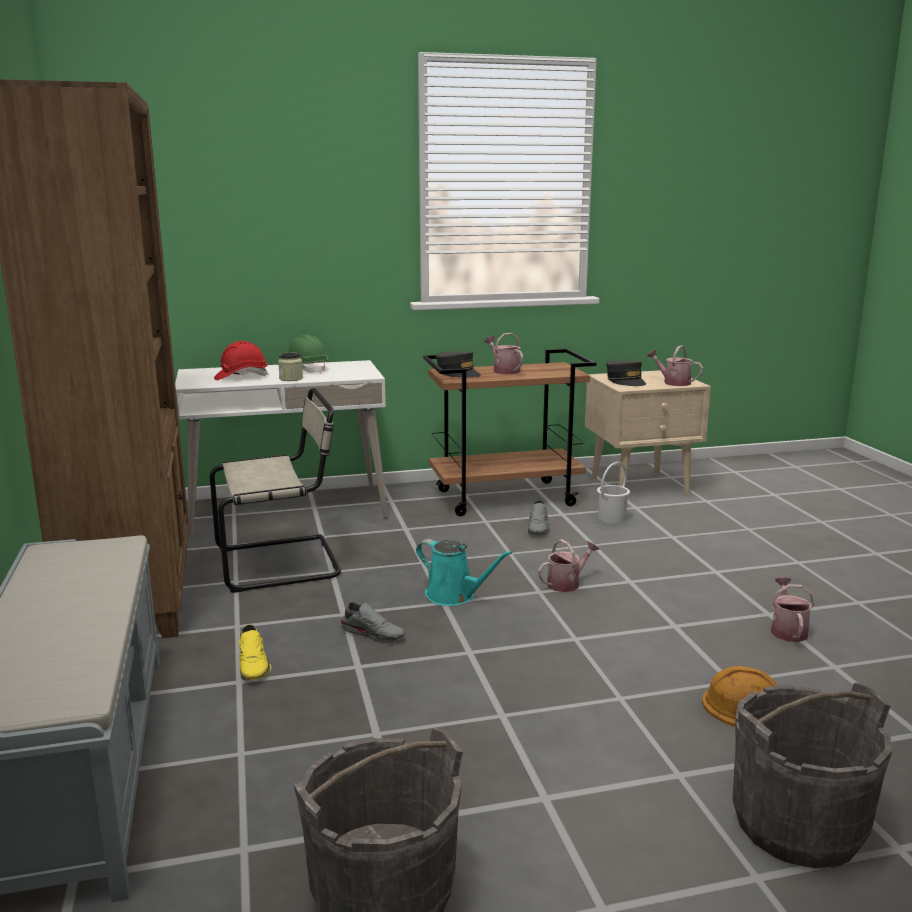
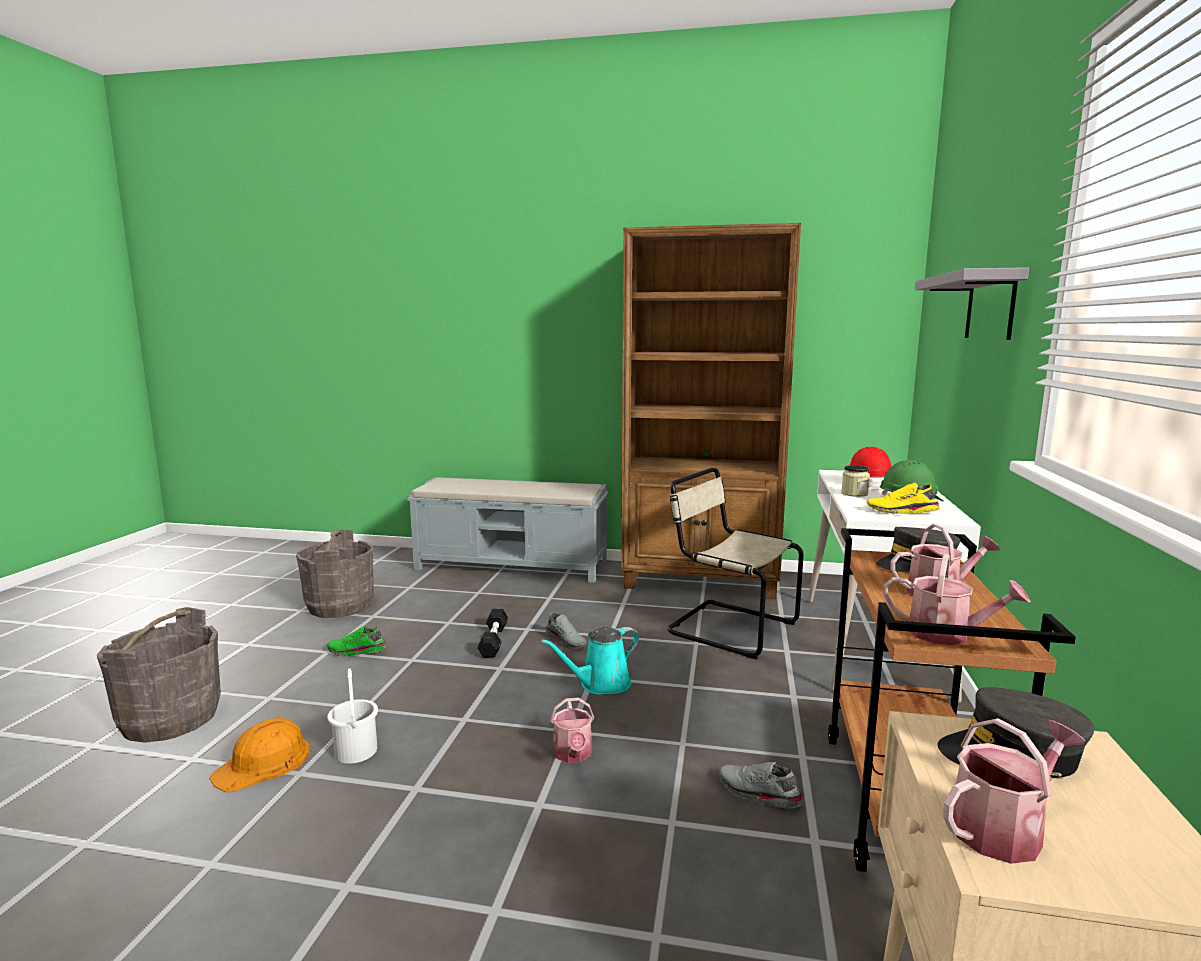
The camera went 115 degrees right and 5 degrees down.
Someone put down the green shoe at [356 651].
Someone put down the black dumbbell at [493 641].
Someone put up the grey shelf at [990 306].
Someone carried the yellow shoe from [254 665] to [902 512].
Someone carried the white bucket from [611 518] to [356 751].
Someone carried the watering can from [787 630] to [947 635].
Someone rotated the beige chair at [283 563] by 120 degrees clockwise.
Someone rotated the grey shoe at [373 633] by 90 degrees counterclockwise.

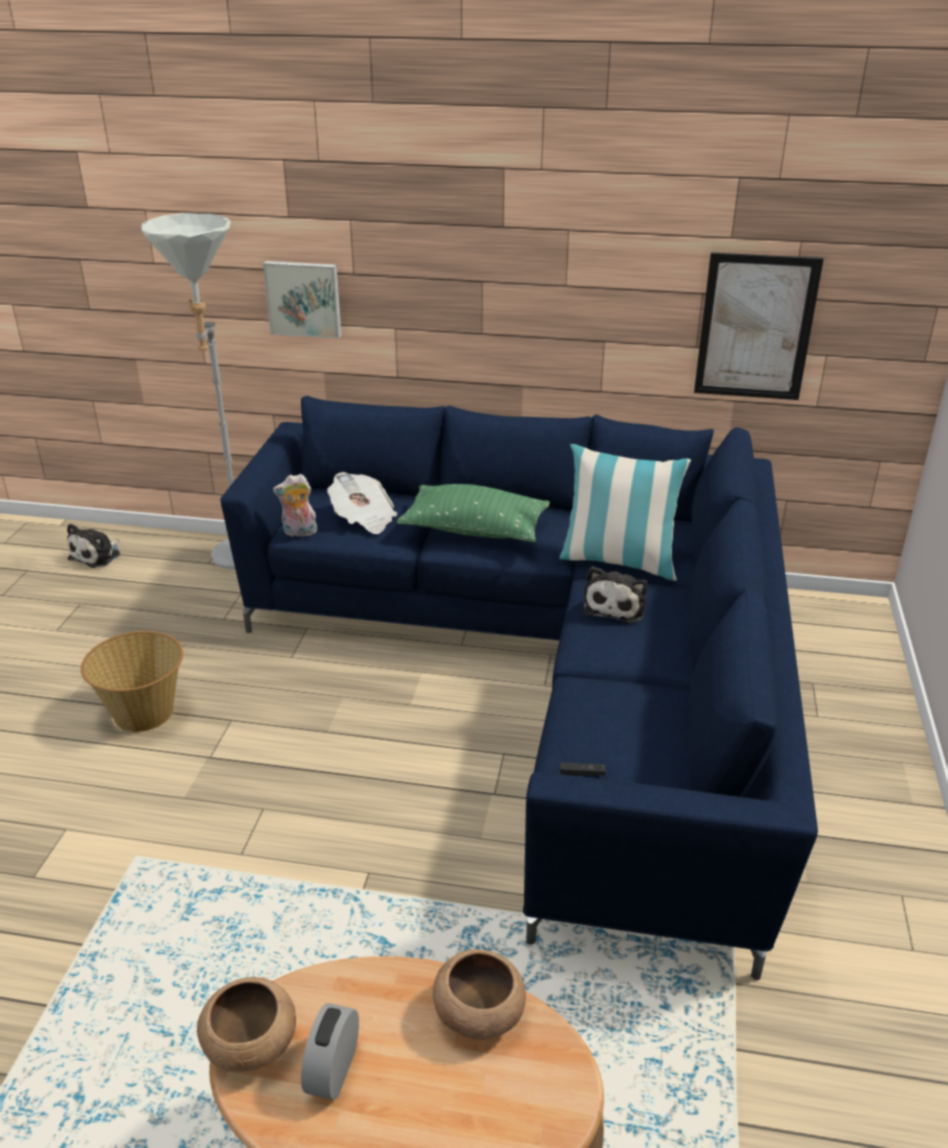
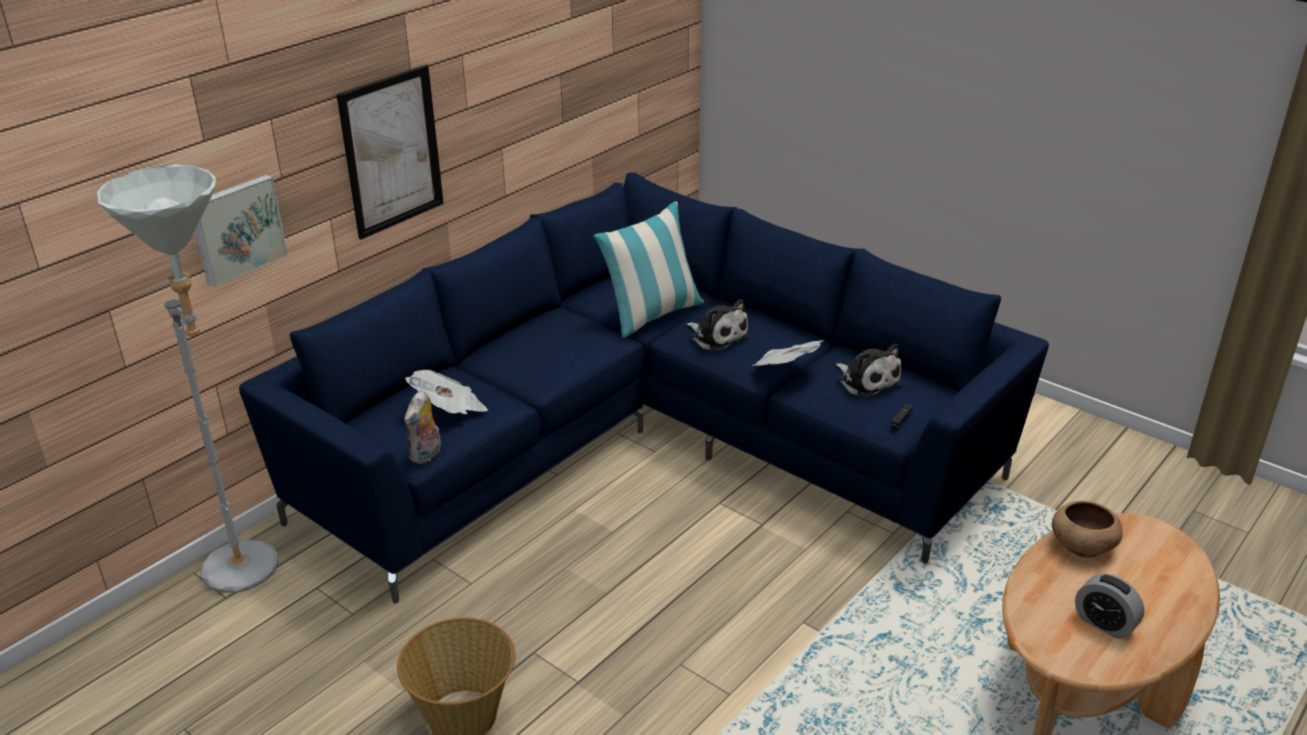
The camera went 60 degrees left and 0 degrees up.
Someone took away the brown bowl at [251 1045].
Someone took away the green pillow at [474 530].
Someone put down the newspaper at [786 369].
Someone carried the plush toy from [97 555] to [867 381].
Someone carried the picture from [755 327] to [392 152].

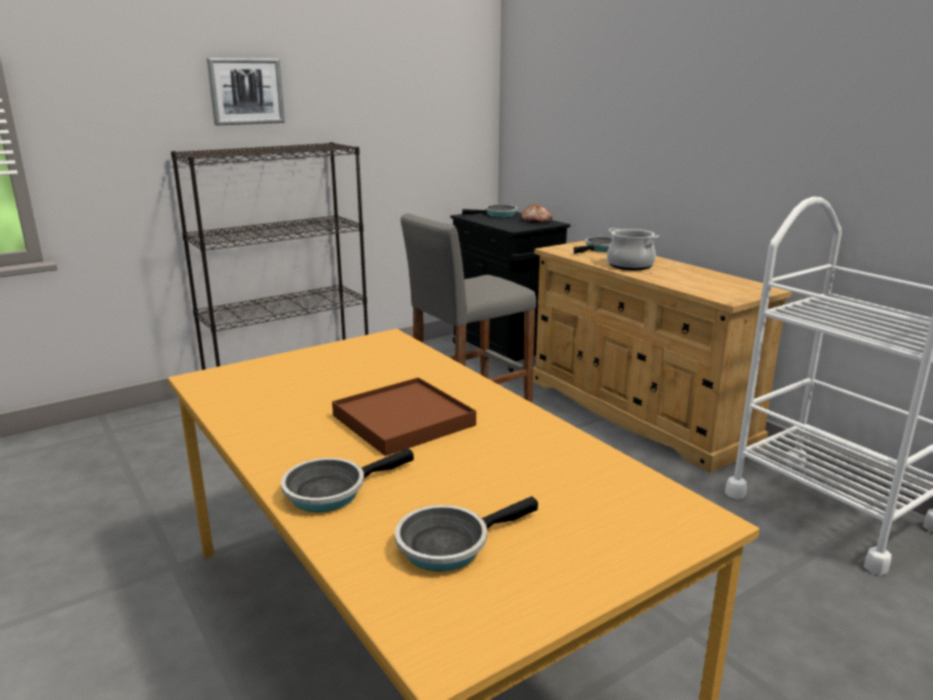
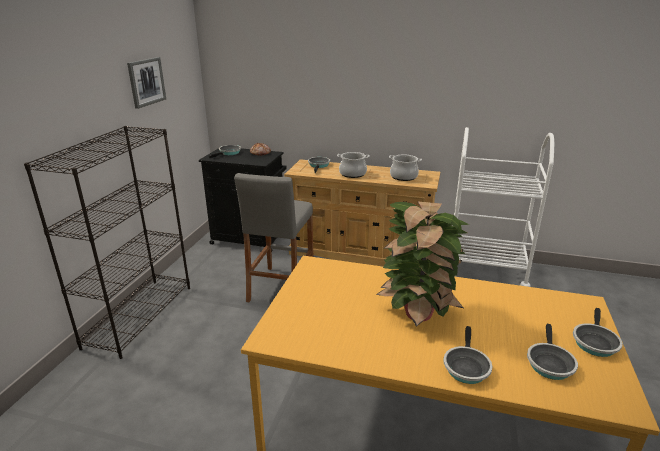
The camera went 40 degrees left and 5 degrees up.
Someone put down the cooking pot at [403 177].
Someone put down the frying pan at [594 342].
Someone carried the picture from [246 91] to [146 82].
Someone swapped the brown tray at [404 420] for the potted plant at [418 311].

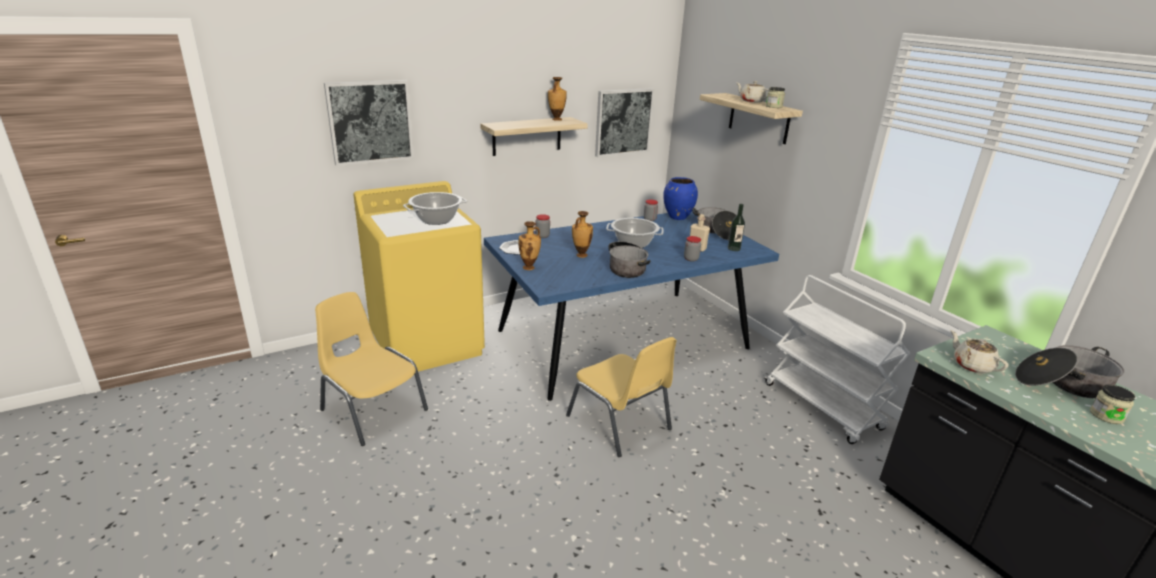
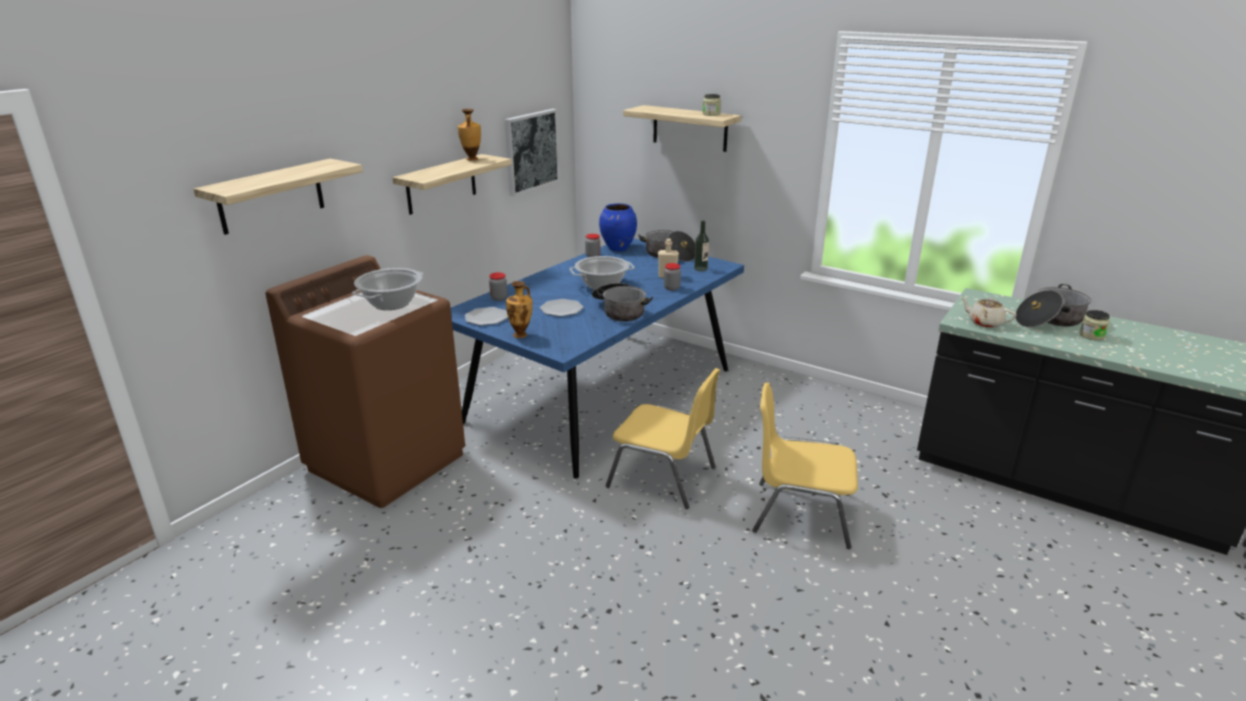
The camera went 25 degrees left and 0 degrees up.
Someone took away the beige teapot at [751 101].
Someone took away the white cart at [823 407].
Someone carried the yellow chair from [372 409] to [800 513].
Someone swapped the picture at [370 122] for the shelf at [271 196].
Someone swapped the vase at [581 255] for the plate at [561 309].
Someone repainted the yellow washing machine at [427 344], which became the brown washing machine at [387 461].

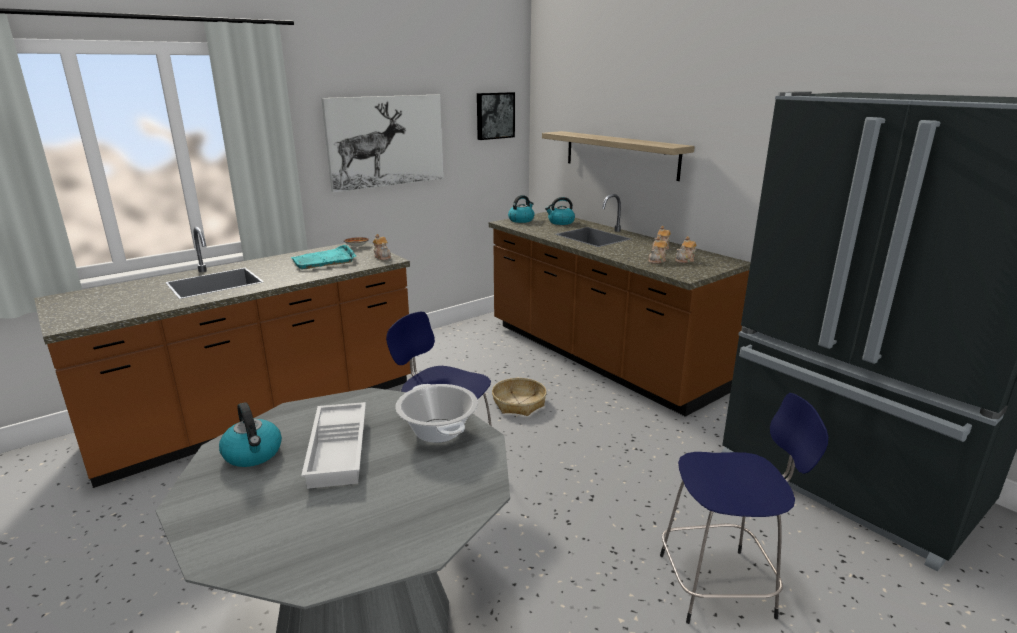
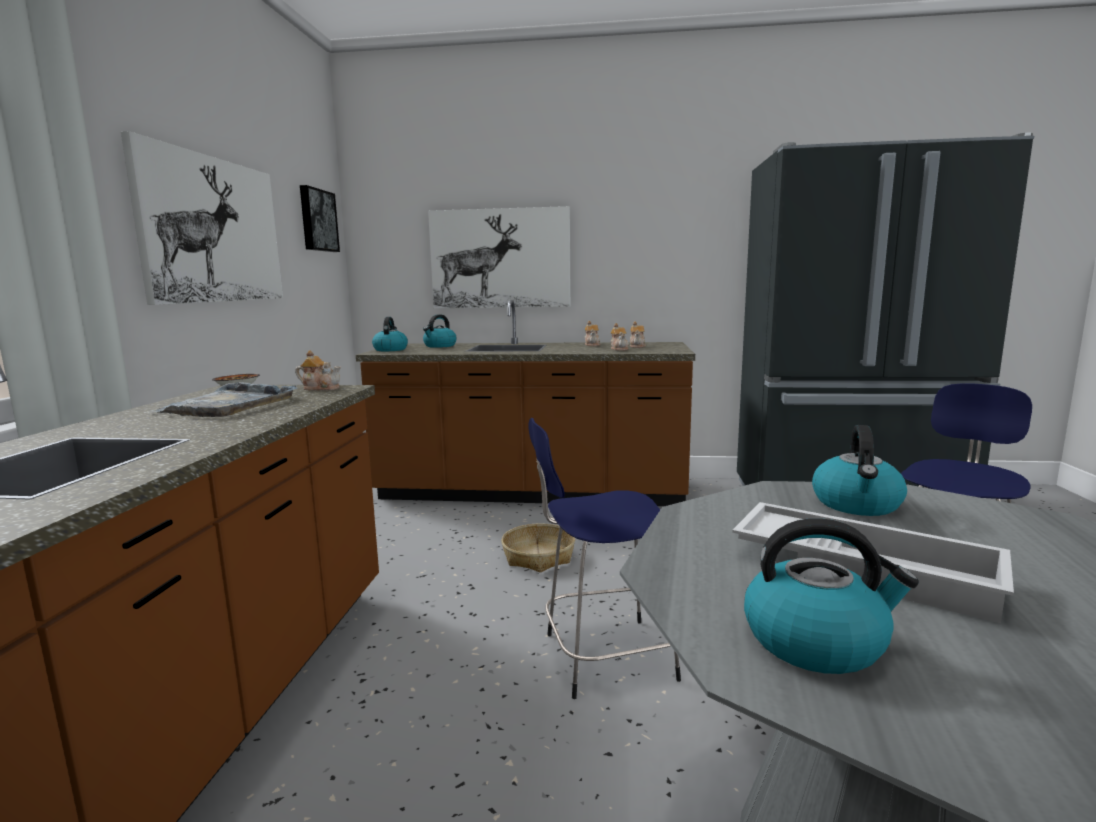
The camera went 45 degrees left and 10 degrees down.
Someone swapped the cooking pot at [438 431] for the kettle at [857 504].
Someone swapped the shelf at [620 154] for the picture at [500 259].
Someone repainted the turquoise tray at [324 260], which became the grey tray at [229 405].

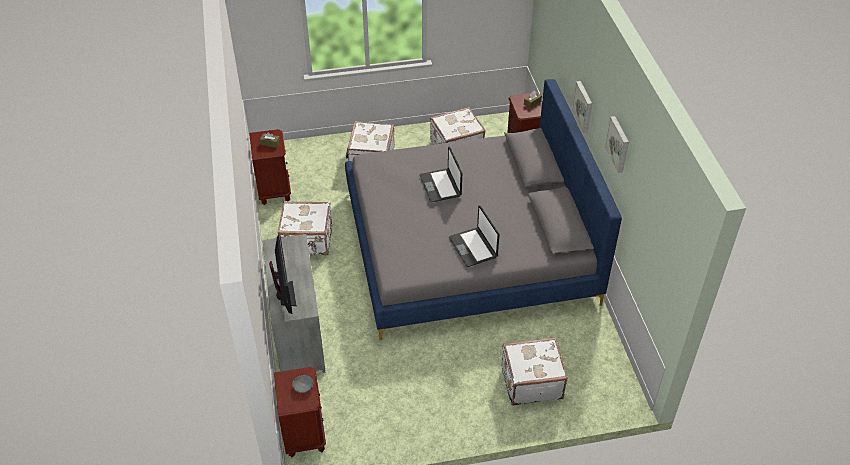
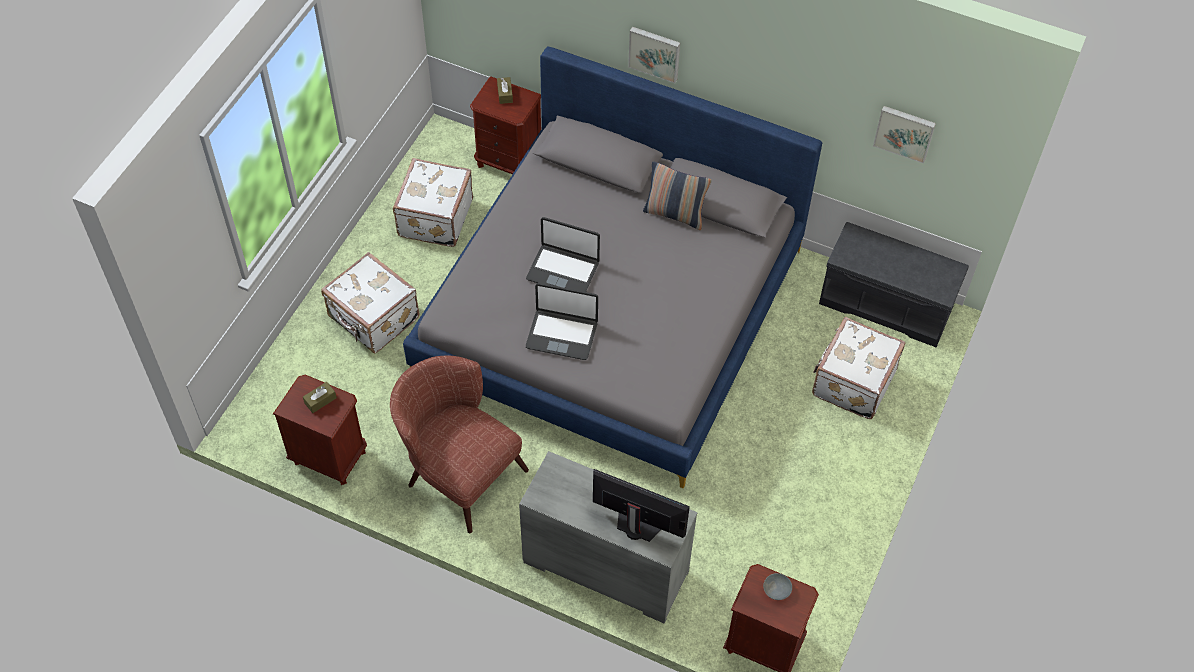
The camera went 55 degrees left and 10 degrees up.
Someone put down the pillow at [675 214].
Someone put down the grey bench at [887 304].
Someone carried the laptop from [473 247] to [562 334].
Someone carried the picture from [618 144] to [904 132].
Someone swapped the white suitcase at [307 241] for the brown armchair at [458 471].

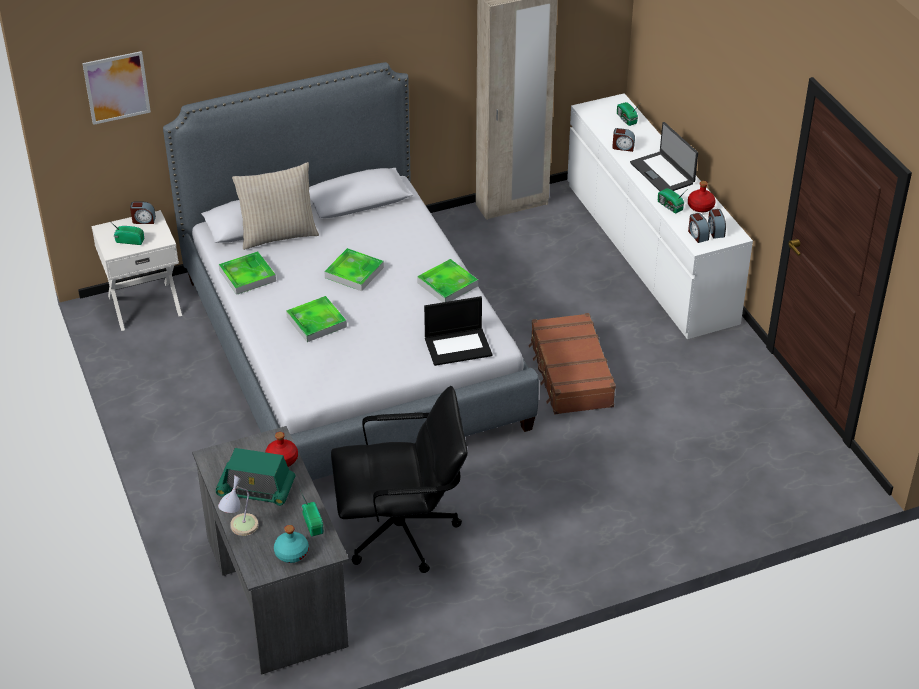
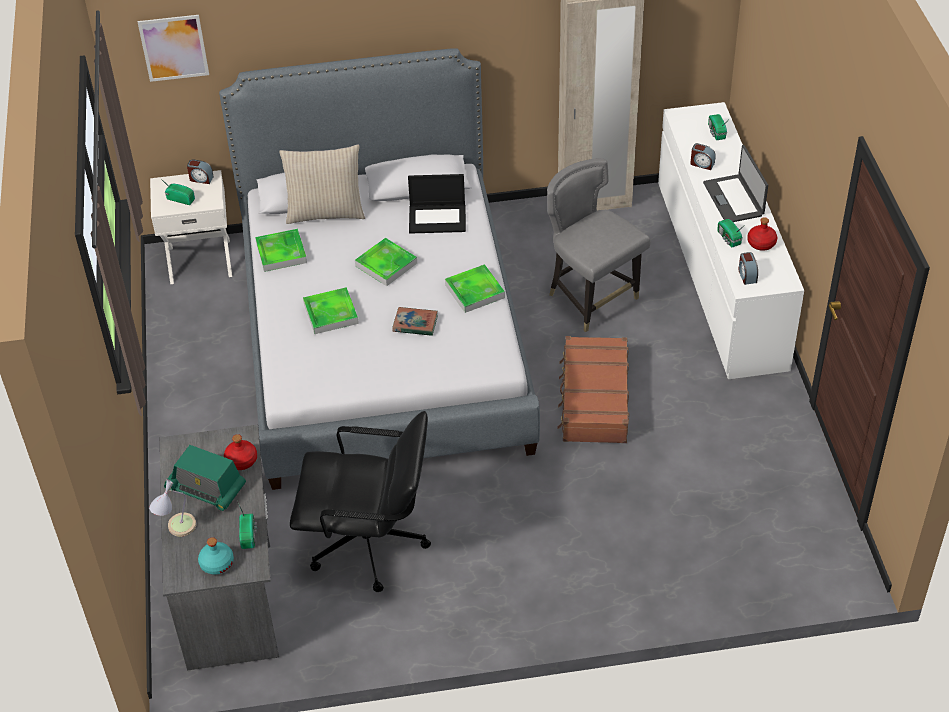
The camera went 15 degrees right and 5 degrees up.
Someone took away the alarm clock at [715 231].
Someone put down the book at [415 324].
Someone put down the grey chair at [592 299].
Someone carried the laptop from [458 346] to [438 218].

